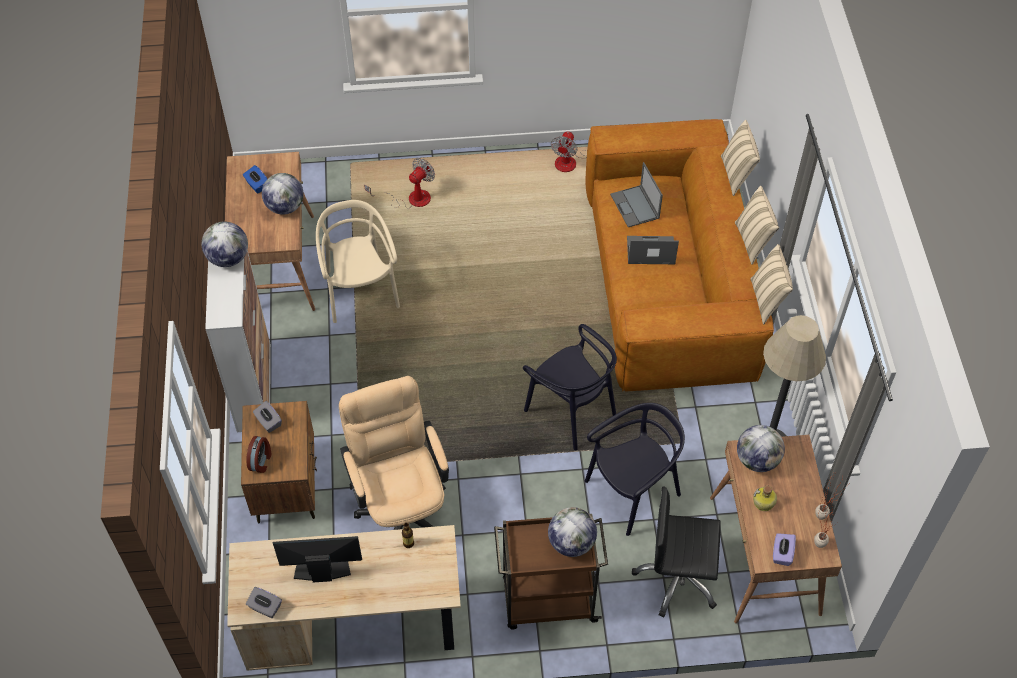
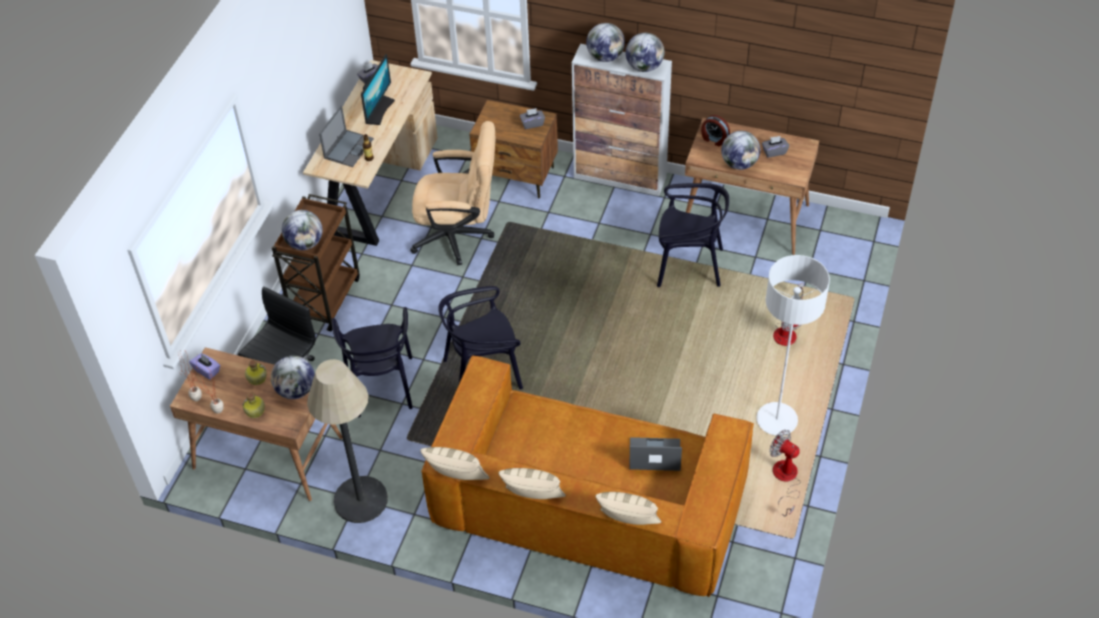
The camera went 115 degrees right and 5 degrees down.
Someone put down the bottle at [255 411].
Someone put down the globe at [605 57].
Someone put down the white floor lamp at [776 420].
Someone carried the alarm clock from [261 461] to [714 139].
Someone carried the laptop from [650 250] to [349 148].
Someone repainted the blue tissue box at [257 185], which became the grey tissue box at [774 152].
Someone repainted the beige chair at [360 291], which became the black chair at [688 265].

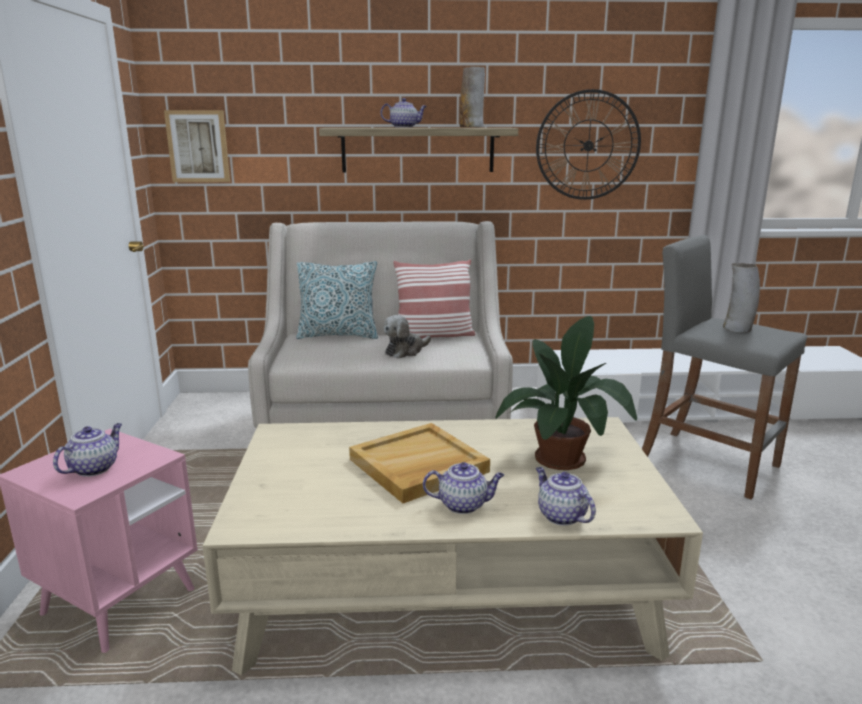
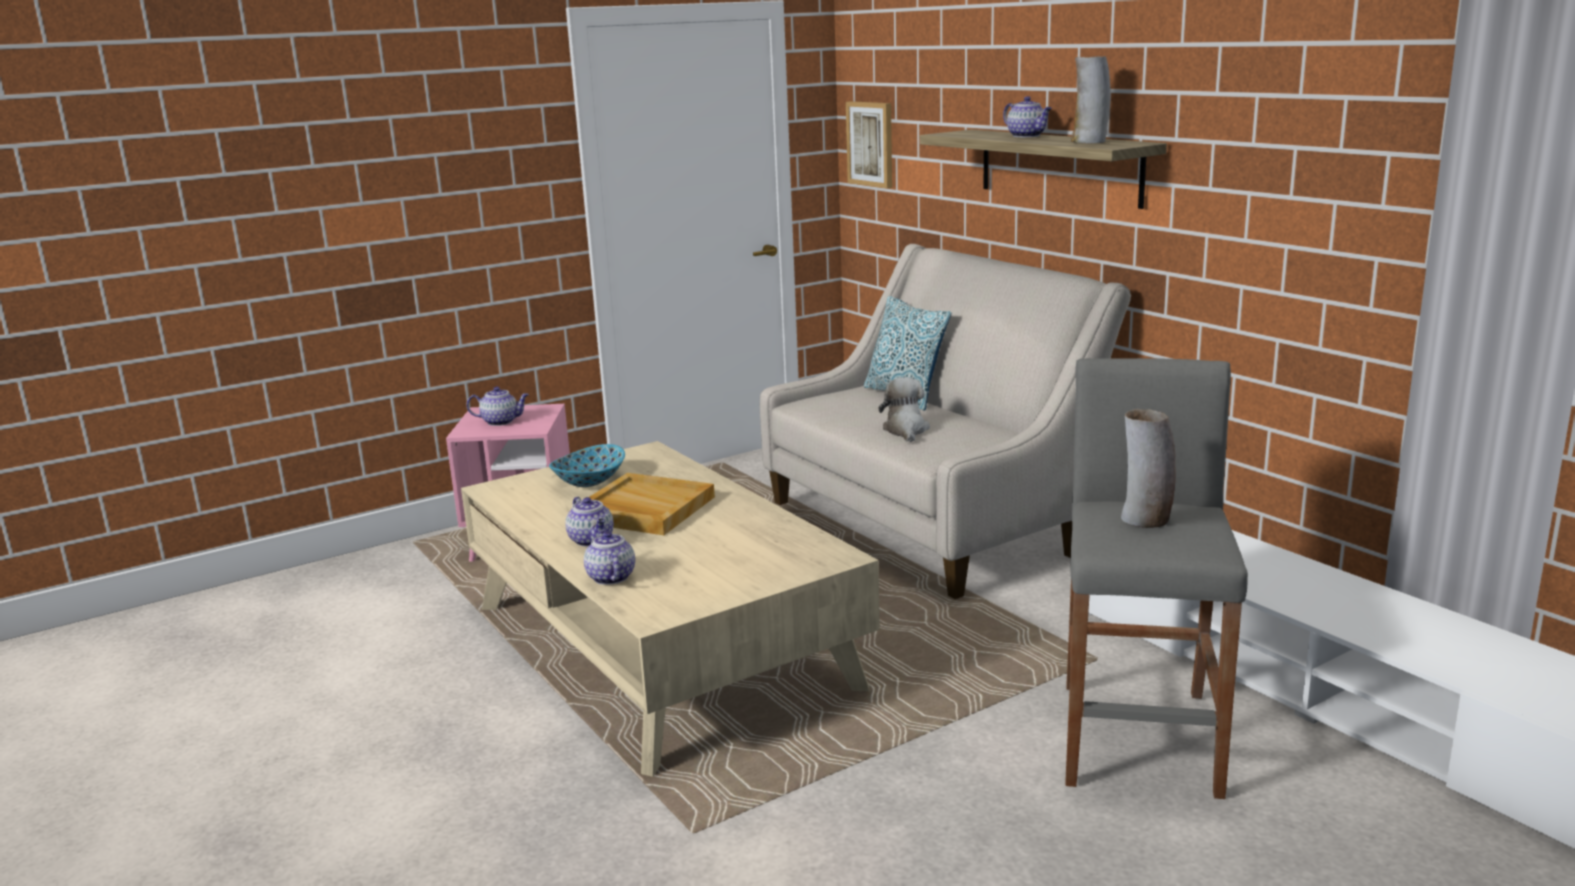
The camera went 60 degrees right and 0 degrees up.
Someone took away the pillow at [434 335].
Someone took away the potted plant at [564 457].
Someone took away the wall clock at [588 145].
Someone put down the bowl at [588 482].
Someone rotated the plush toy at [405 351] by 75 degrees clockwise.
Someone rotated the teapot at [560 516] by 45 degrees counterclockwise.

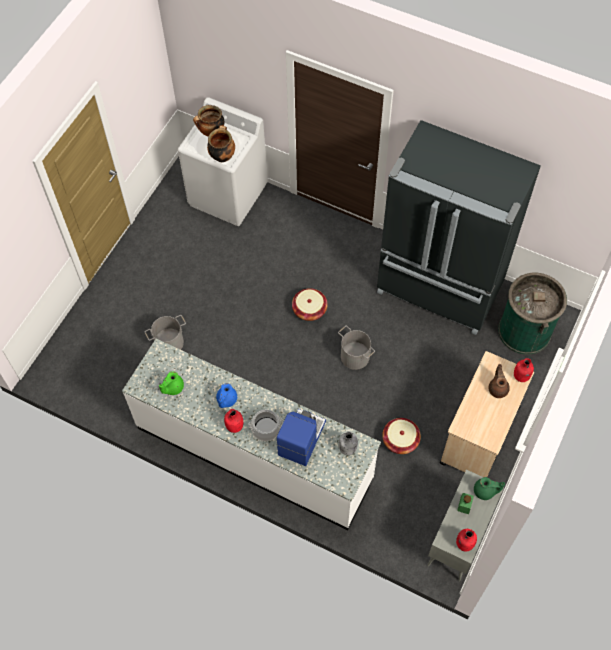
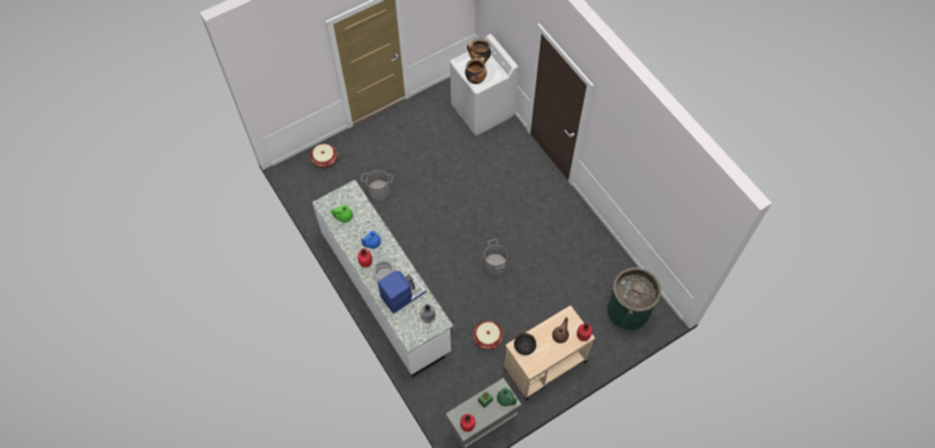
The camera went 30 degrees right and 0 degrees up.
Someone took away the black fridge at [439 289].
Someone put down the black bowl at [524 347].
Someone carried the basket from [309 310] to [324 159].

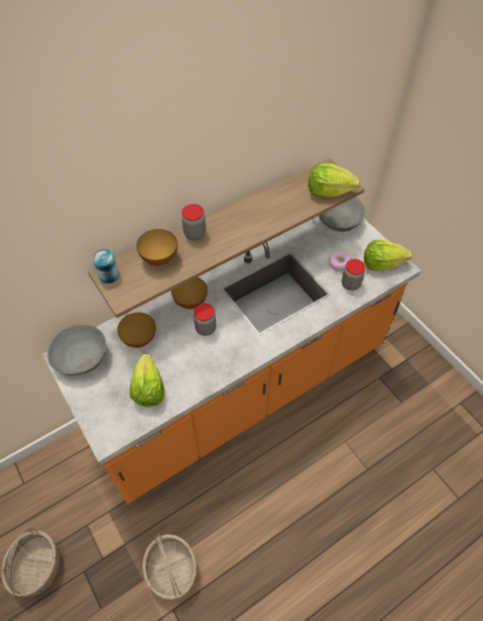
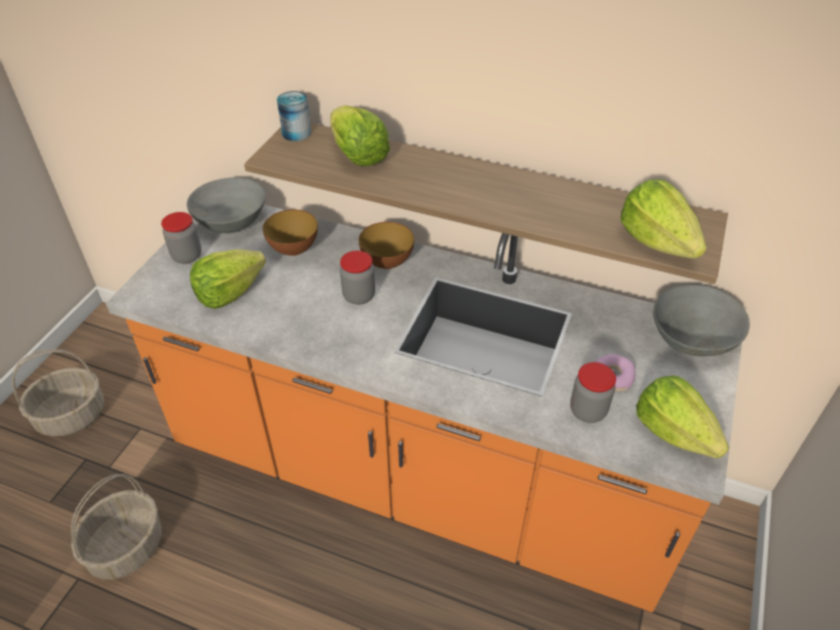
The camera went 55 degrees right and 10 degrees down.
Someone carried the jar from [195 234] to [187 256].
Someone swapped the bowl at [159 259] for the lettuce at [358 155].

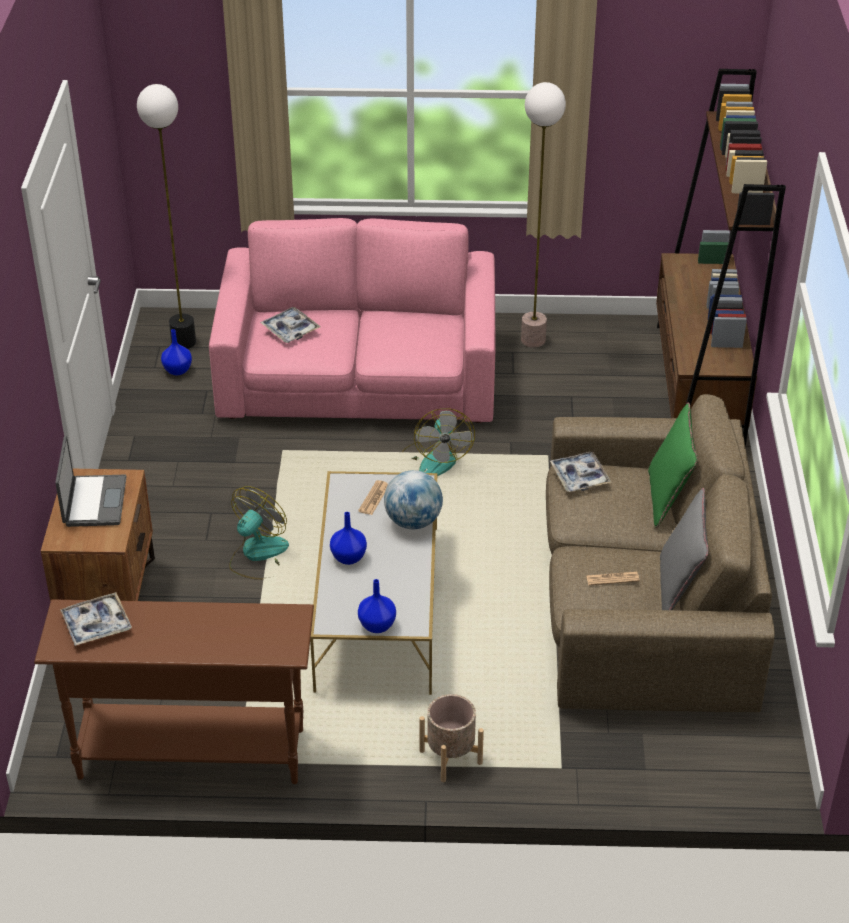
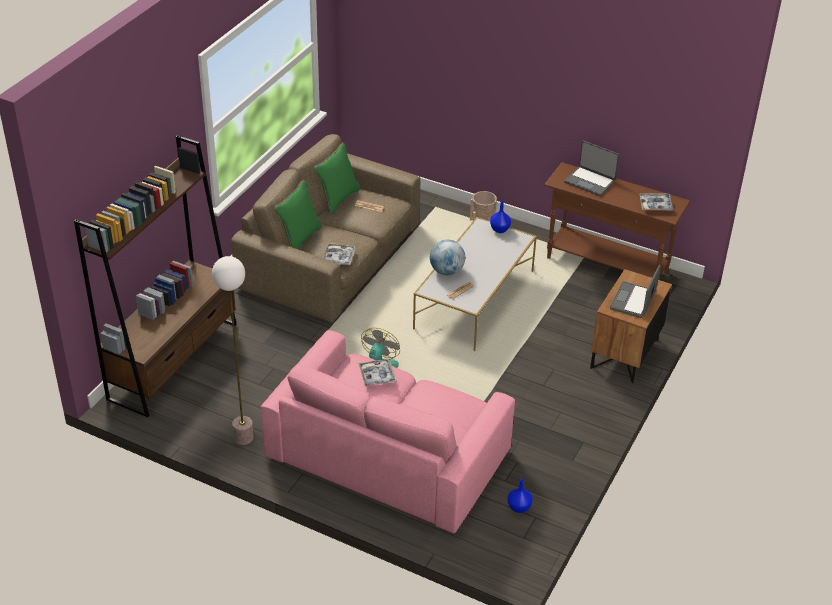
The camera went 155 degrees left and 0 degrees up.
Someone took away the floor lamp at [184 342].
Someone took away the fan at [258 555].
Someone took away the blue vase at [348 558].
Someone put down the laptop at [590 181].
Someone carried the tray from [290 330] to [377 375].
Someone repainted the grey pillow at [678 588], which became the green pillow at [338 199].

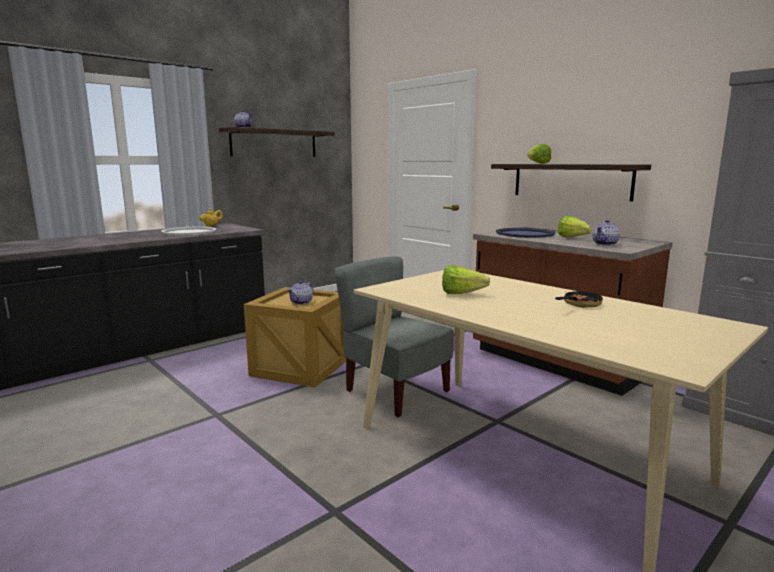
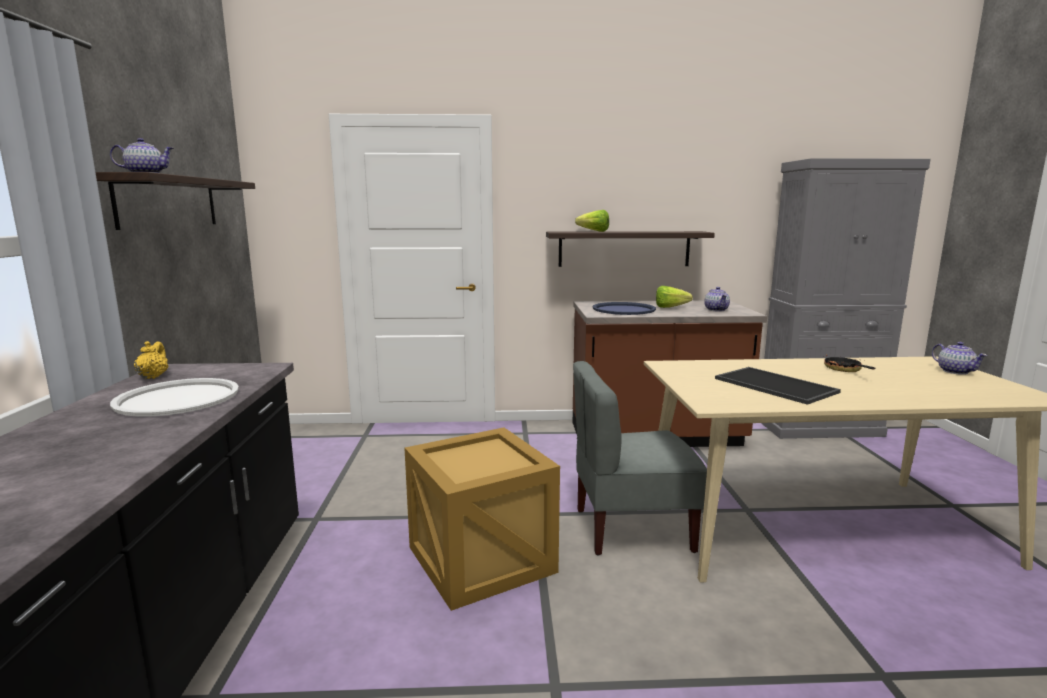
The camera went 50 degrees left and 0 degrees up.
Someone carried the teapot from [301 302] to [955 371].
Someone swapped the lettuce at [465 294] for the tray at [773 385].

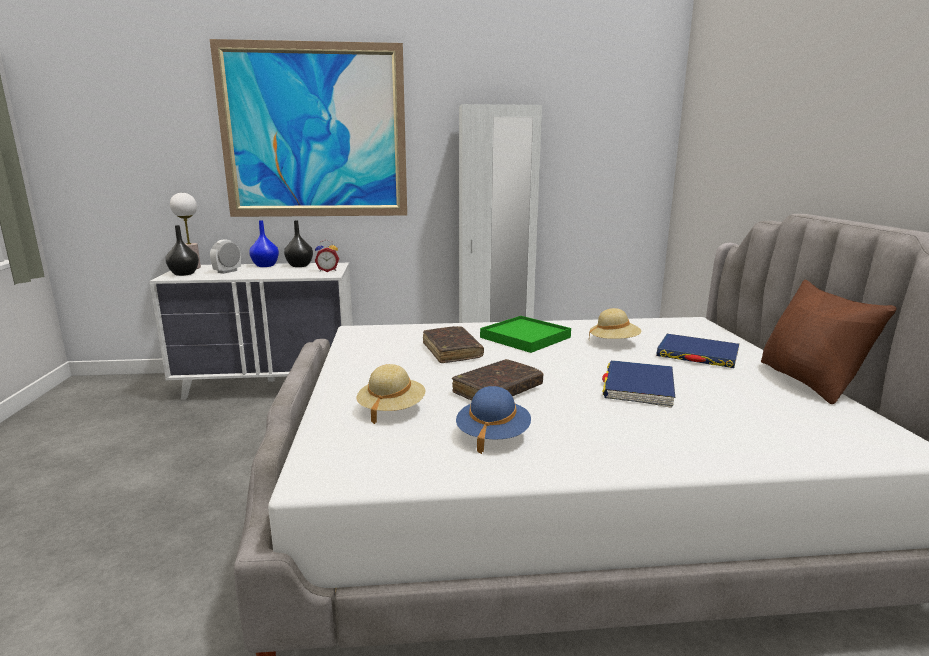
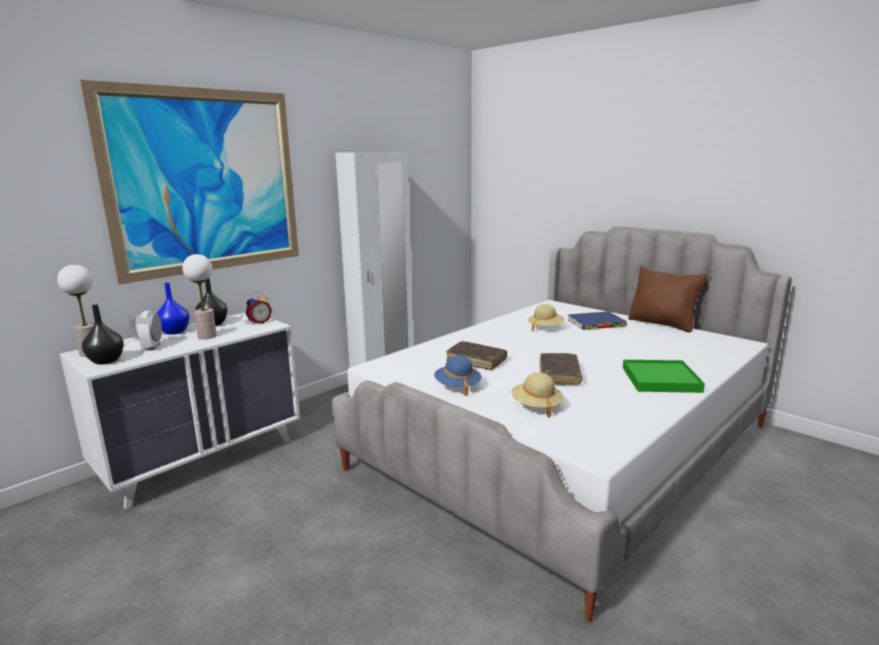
The camera went 40 degrees left and 0 degrees up.
Someone took away the blue book at [638 387].
Someone put down the table lamp at [207 336].
Someone carried the blue hat from [492 436] to [457 386].
Someone carried the green tray from [525 337] to [661 379].

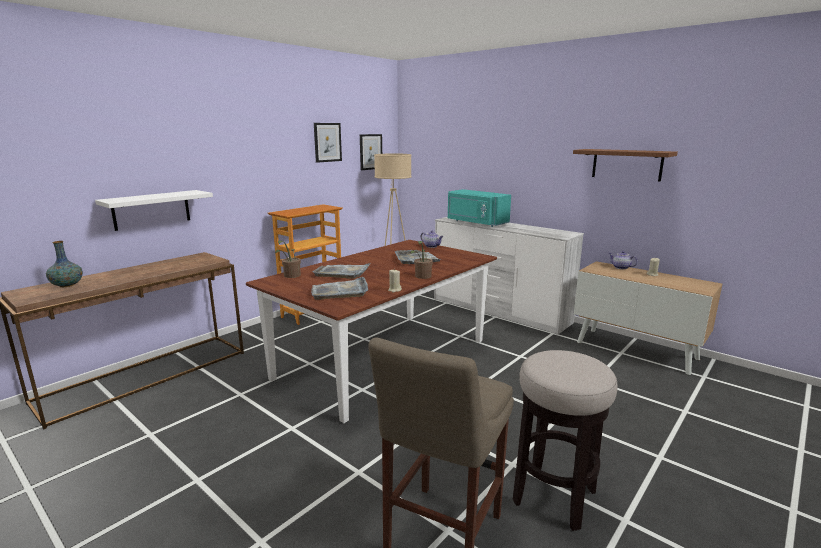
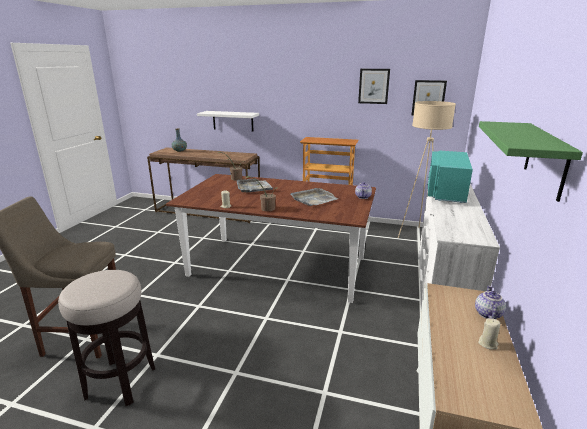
The camera went 65 degrees right and 5 degrees up.
Someone took away the grey tray at [340 291].
Someone repainted the brown shelf at [626 164], which became the green shelf at [546 159].

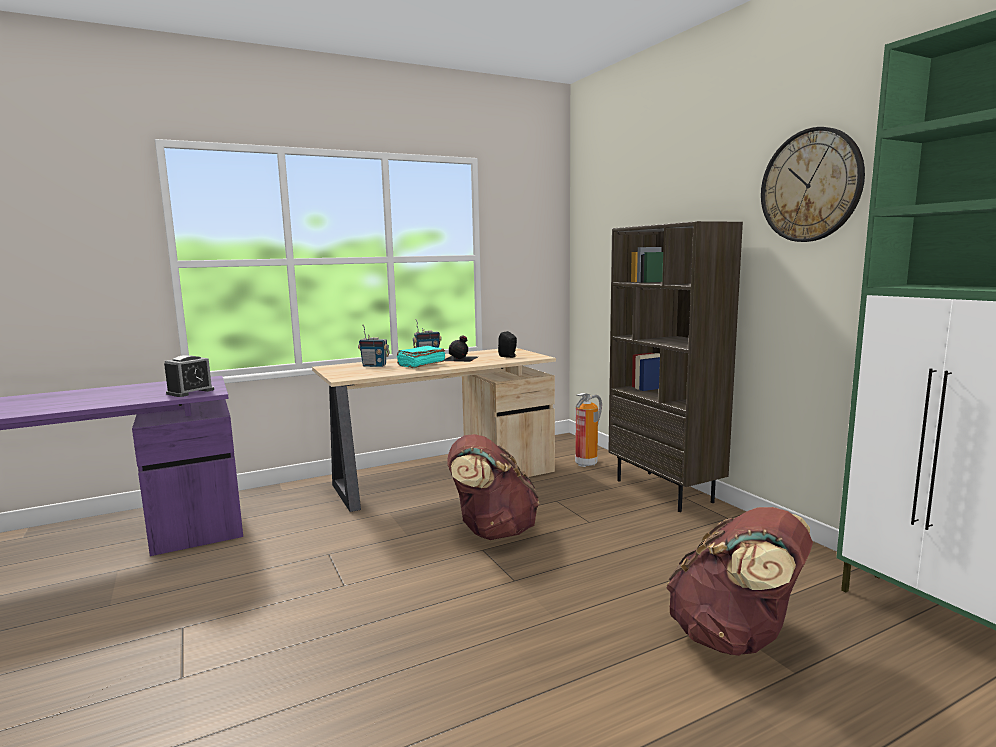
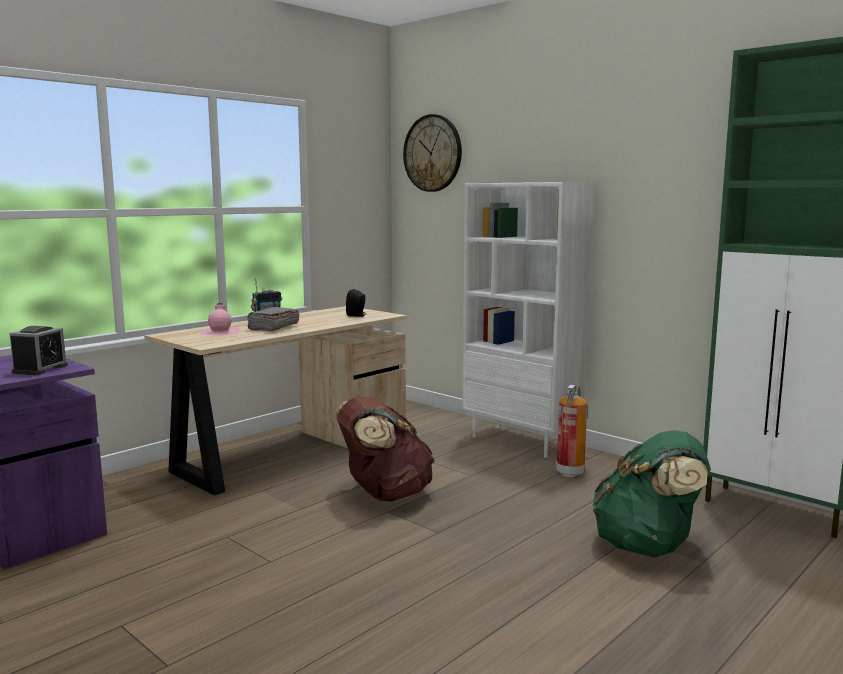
The camera went 20 degrees left and 0 degrees up.
Someone took away the black bottle at [460 358].
Someone carried the fire extinguisher from [587 463] to [570 472].
Someone carried the wall clock from [810 186] to [432 153].
Someone swapped the radio at [374 366] for the pink bottle at [221 331].
Someone repainted the turquoise book at [420 364], which became the grey book at [273 327].
Someone repainted the brown bookcase at [665 491], which became the white bookcase at [522 441].
Someone repainted the brown backpack at [735 638], which became the green backpack at [648 546].

